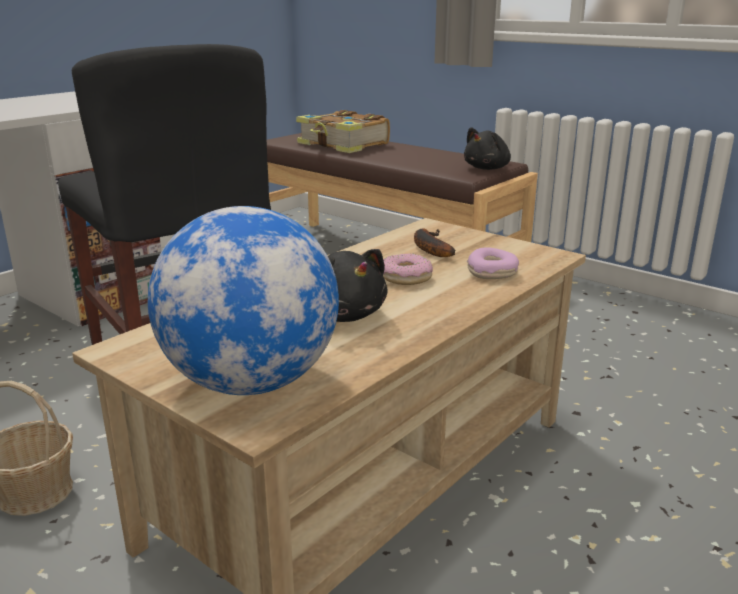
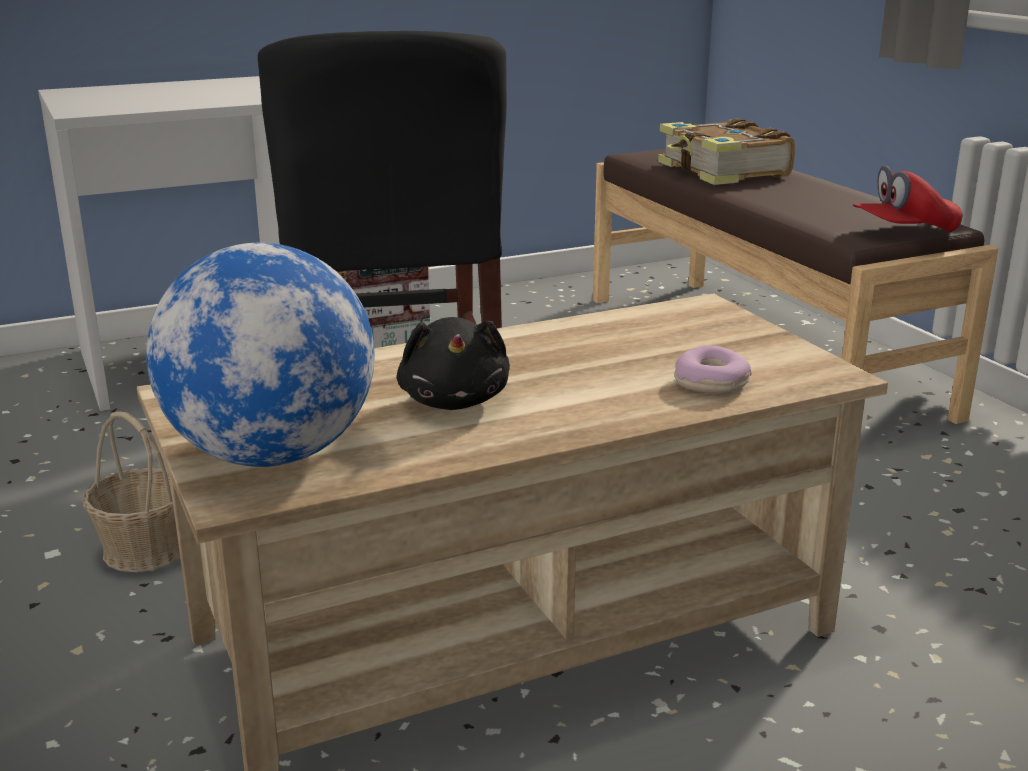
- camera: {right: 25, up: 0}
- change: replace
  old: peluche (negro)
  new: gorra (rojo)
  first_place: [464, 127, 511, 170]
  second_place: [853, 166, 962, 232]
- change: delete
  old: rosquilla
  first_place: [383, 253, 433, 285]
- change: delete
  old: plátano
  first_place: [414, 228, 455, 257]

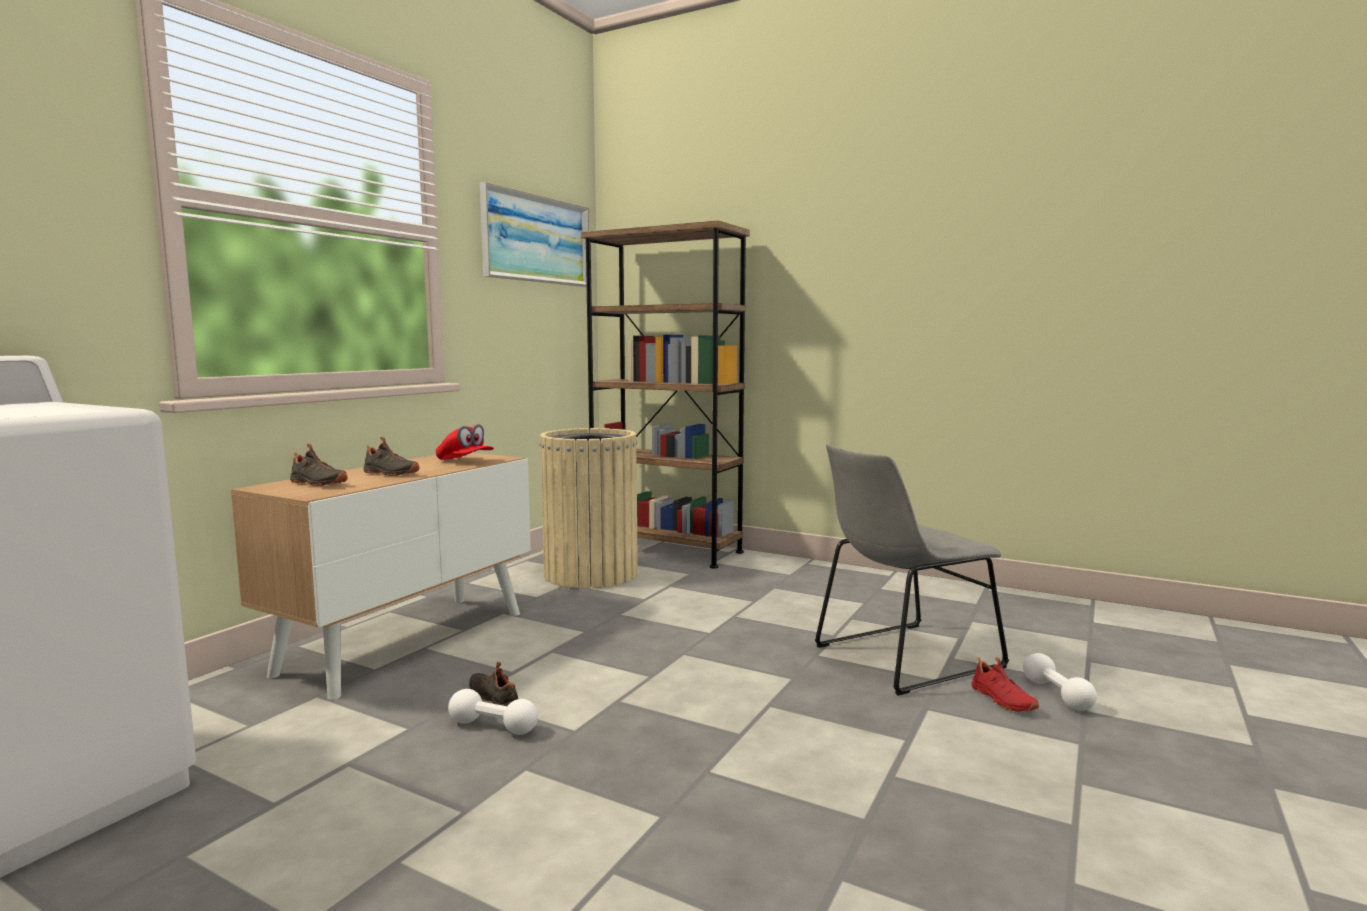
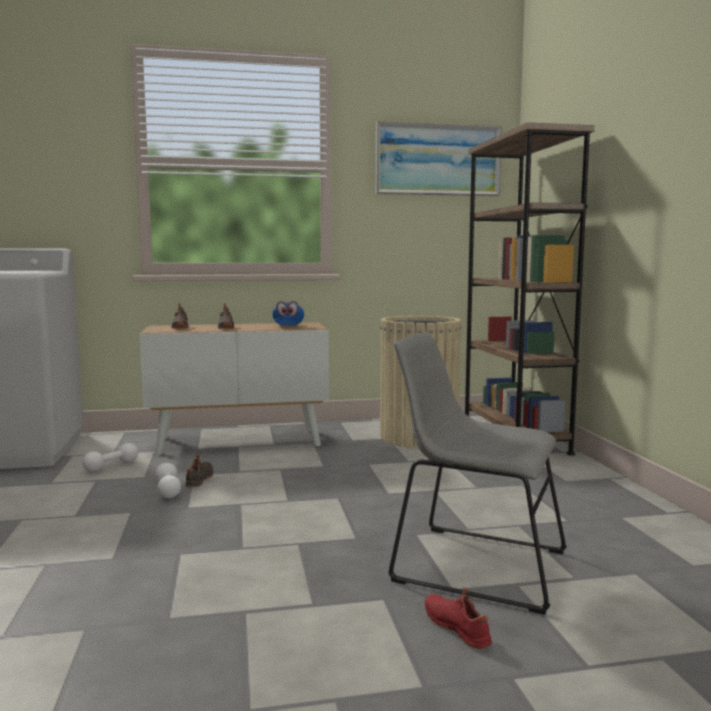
- camera: {right: 50, up: 0}
- change: move
  old: mancuerna (blanco)
  first_place: [1023, 653, 1097, 711]
  second_place: [82, 443, 138, 472]
- change: recolor
  old: gorra (rojo)
  new: gorra (azul)
  first_place: [436, 424, 494, 460]
  second_place: [272, 301, 304, 325]
- change: rotate
  old: zapato (rojo)
  first_place: [971, 657, 1039, 712]
  second_place: [425, 588, 492, 649]
  degrees: 120

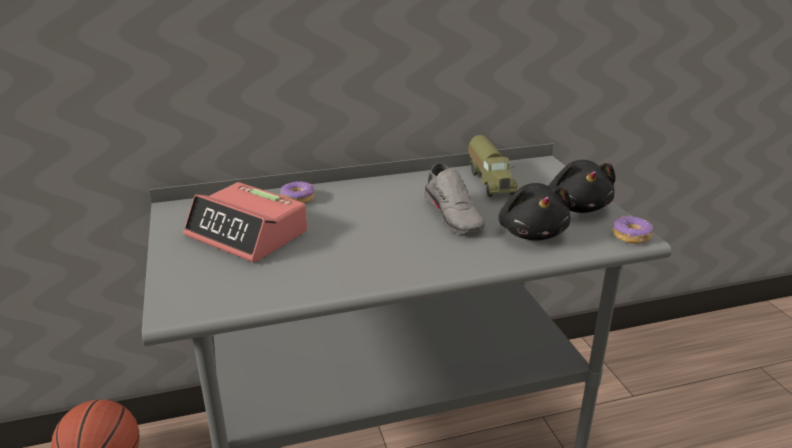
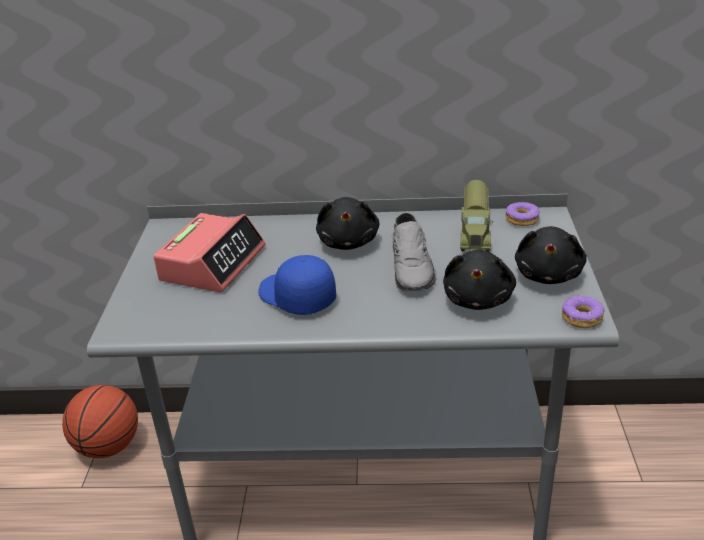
- camera: {right: 20, up: 5}
- change: rotate
  old: despertador
  first_place: [184, 182, 307, 263]
  second_place: [154, 213, 265, 292]
  degrees: -120
- change: insert
  new: gorra (azul)
  second_place: [258, 255, 336, 315]
- change: insert
  new: peluche (negro)
  second_place: [316, 197, 379, 250]
- change: move
  old: rosquilla
  first_place: [280, 181, 314, 204]
  second_place: [506, 202, 539, 226]

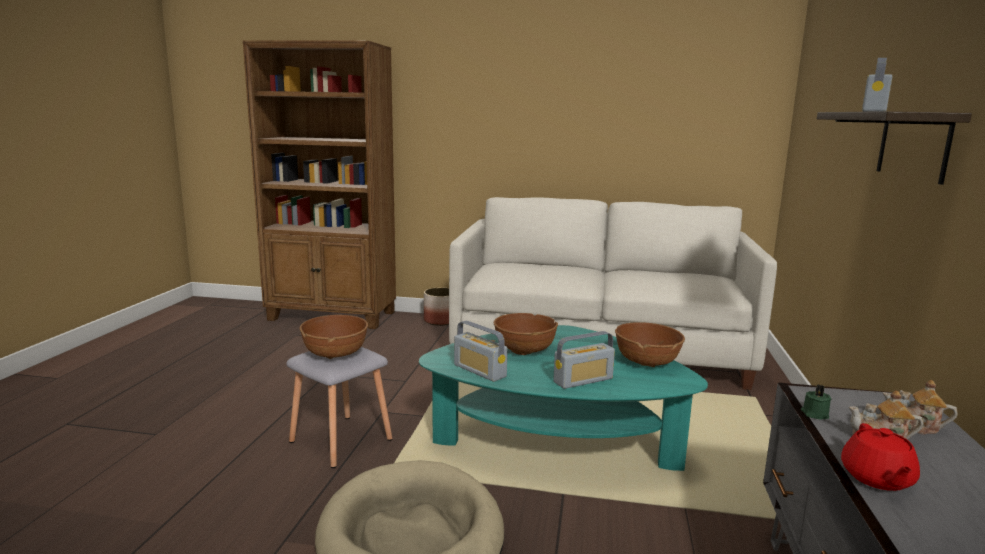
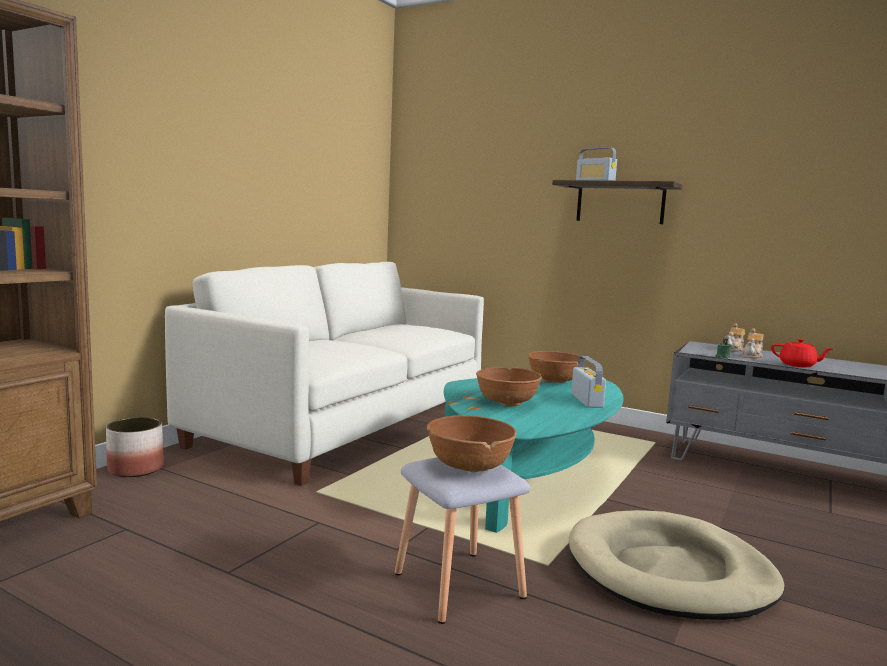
- camera: {right: -70, up: -5}
- change: delete
  old: radio
  first_place: [454, 321, 508, 382]

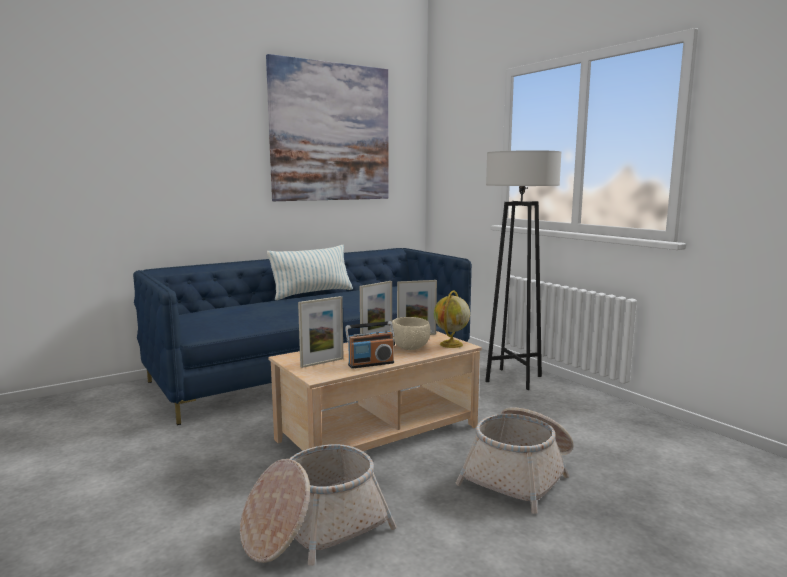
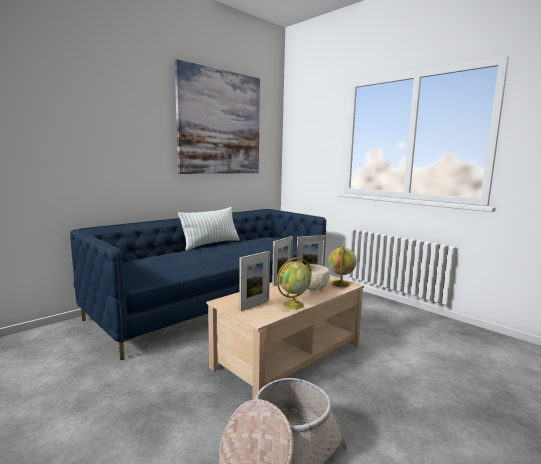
- camera: {right: -10, up: 0}
- change: replace
  old: radio
  new: globo terráqueo
  first_place: [345, 321, 395, 369]
  second_place: [277, 257, 312, 309]
- change: delete
  old: cesta
  first_place: [456, 407, 574, 514]
- change: delete
  old: lámpara de pie (gris)
  first_place: [485, 150, 561, 390]

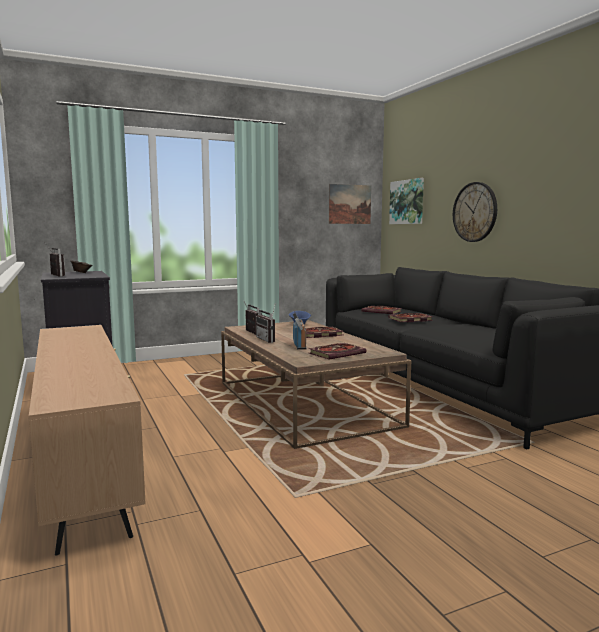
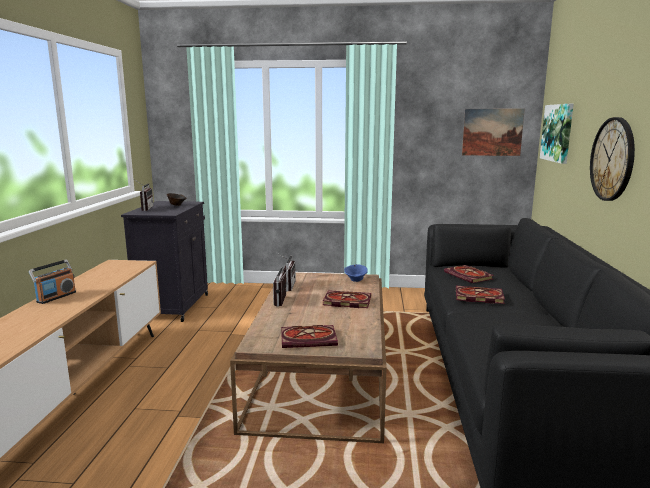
- camera: {right: 30, up: 5}
- change: move
  old: radio
  first_place: [293, 313, 306, 350]
  second_place: [29, 259, 76, 304]

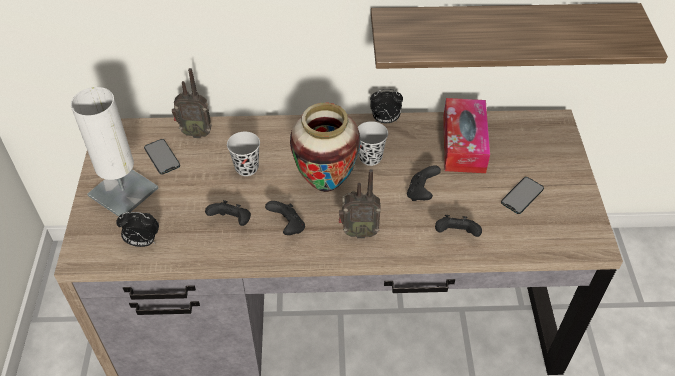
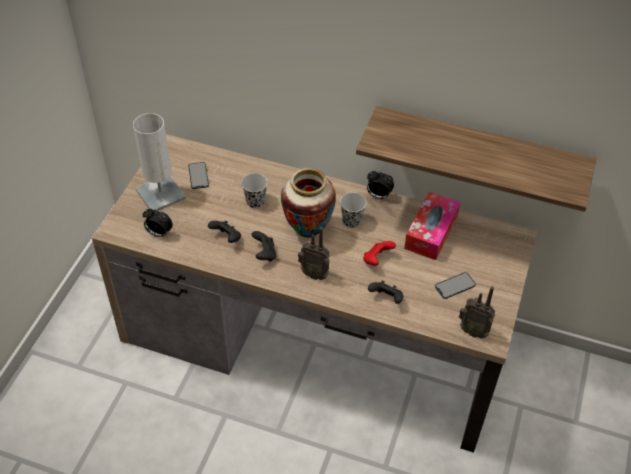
- camera: {right: 20, up: 0}
- change: recolor
  old: mando de consola (negro)
  new: mando de consola (rojo)
  first_place: [407, 165, 441, 201]
  second_place: [363, 241, 396, 266]
- change: move
  old: radio
  first_place: [172, 68, 212, 138]
  second_place: [458, 286, 495, 338]

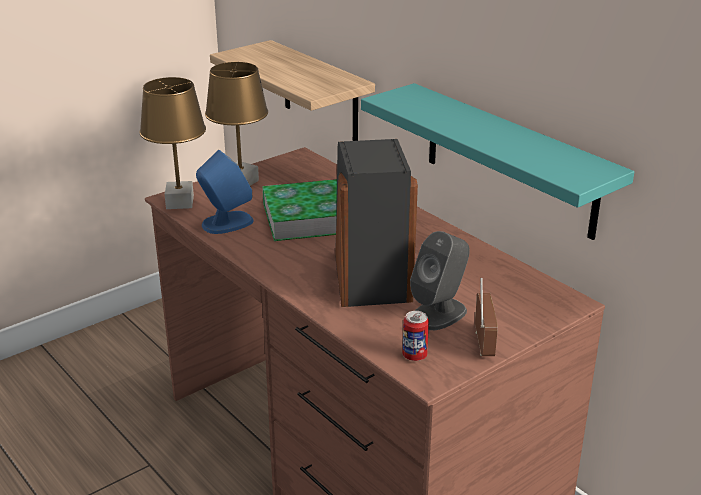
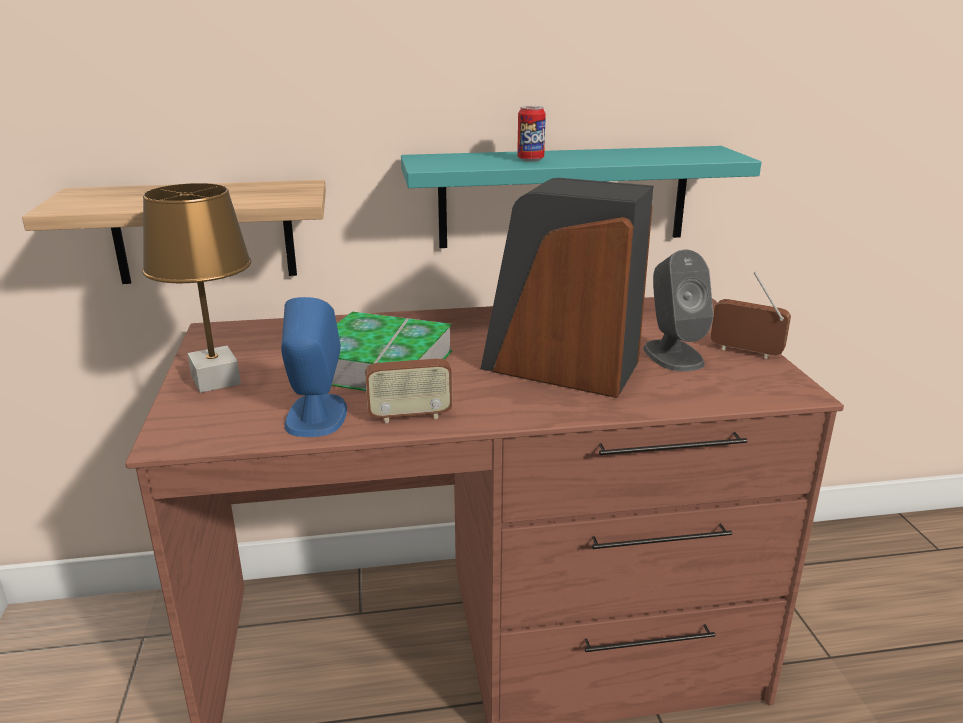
- camera: {right: -60, up: -5}
- change: insert
  new: radio
  second_place: [365, 318, 453, 423]
- change: move
  old: lata
  first_place: [402, 311, 429, 361]
  second_place: [517, 106, 546, 162]
- change: delete
  old: lámpara de mesa (marrón)
  first_place: [140, 77, 206, 209]

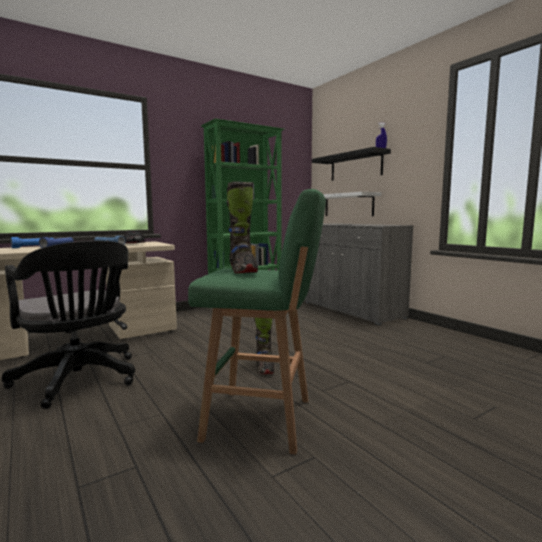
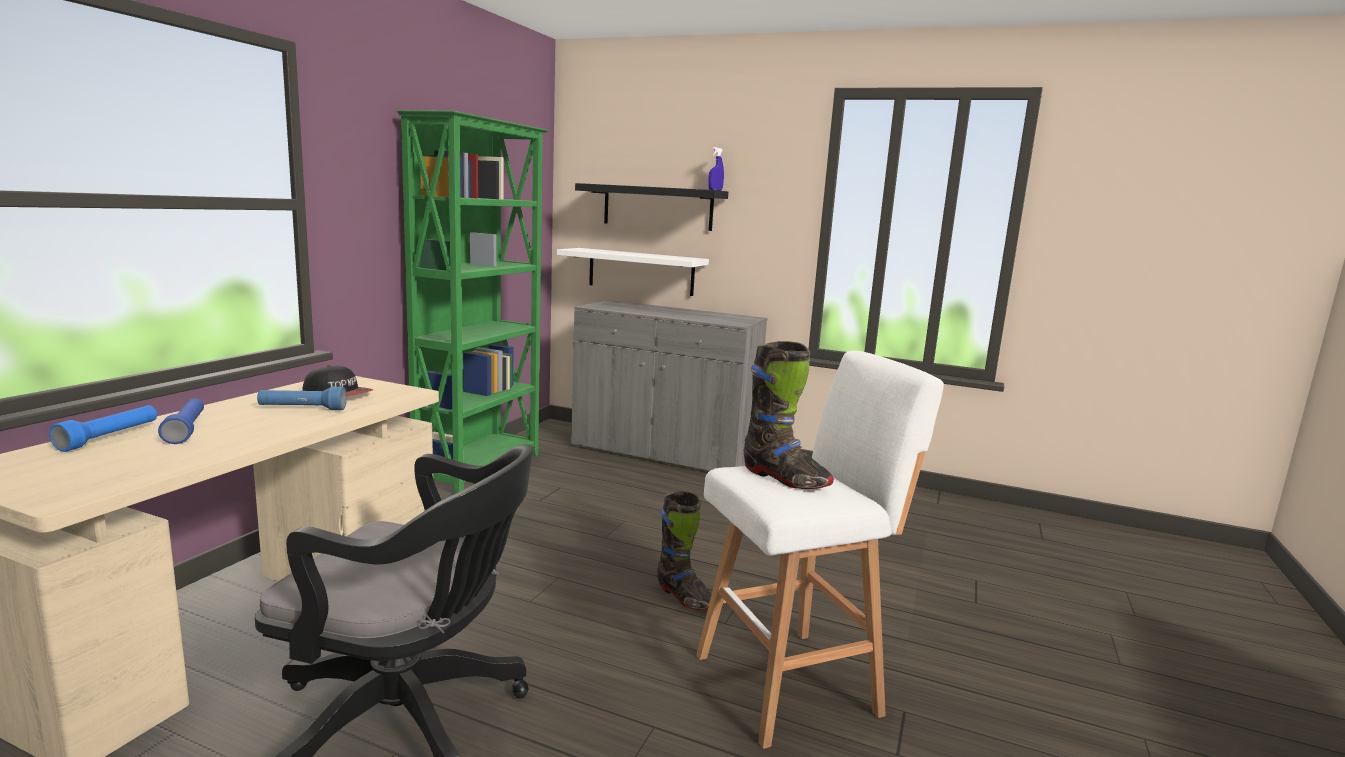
- camera: {right: -35, up: 5}
- change: recolor
  old: taburete (verde)
  new: taburete (blanco)
  first_place: [188, 189, 326, 455]
  second_place: [696, 350, 944, 749]

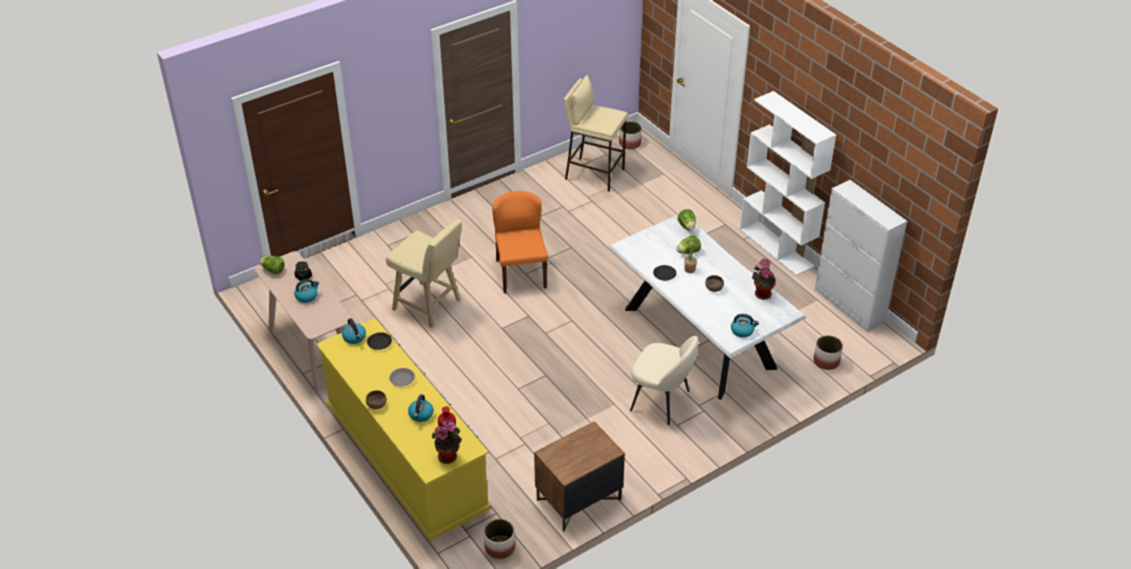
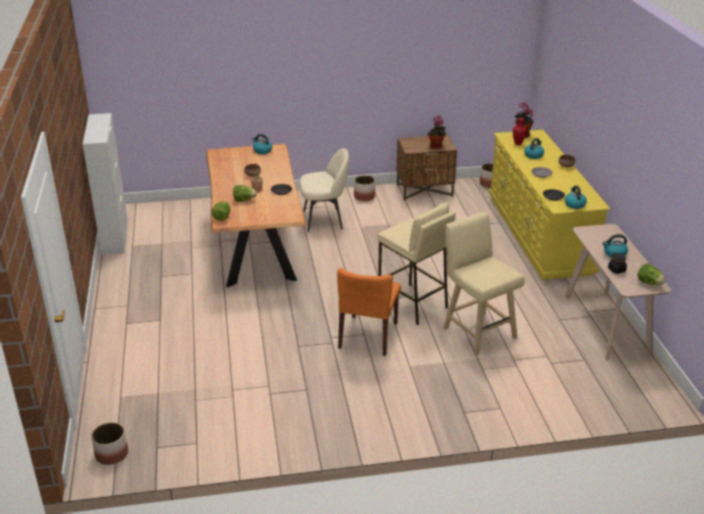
- camera: {right: -155, up: -10}
- change: recolor
  old: mesa de comedor (blanco)
  new: mesa de comedor (marrón)
  first_place: [609, 214, 806, 400]
  second_place: [206, 144, 306, 287]
- change: rotate
  old: silla (beis)
  first_place: [630, 335, 698, 425]
  second_place: [300, 148, 349, 232]
  degrees: 120
- change: move
  old: maceta
  first_place: [813, 335, 843, 370]
  second_place: [354, 175, 375, 201]
- change: move
  old: taburete (beis)
  first_place: [564, 75, 628, 192]
  second_place: [378, 202, 456, 325]
- change: move
  old: planta en maceta
  first_place: [752, 259, 776, 300]
  second_place: [427, 116, 446, 149]
- change: delete
  old: estantería (blanco)
  first_place: [740, 91, 836, 276]

